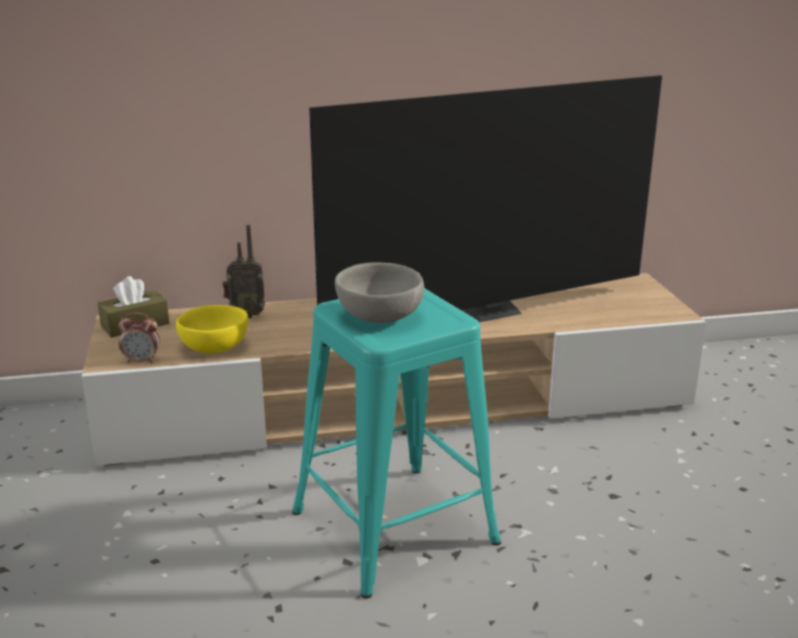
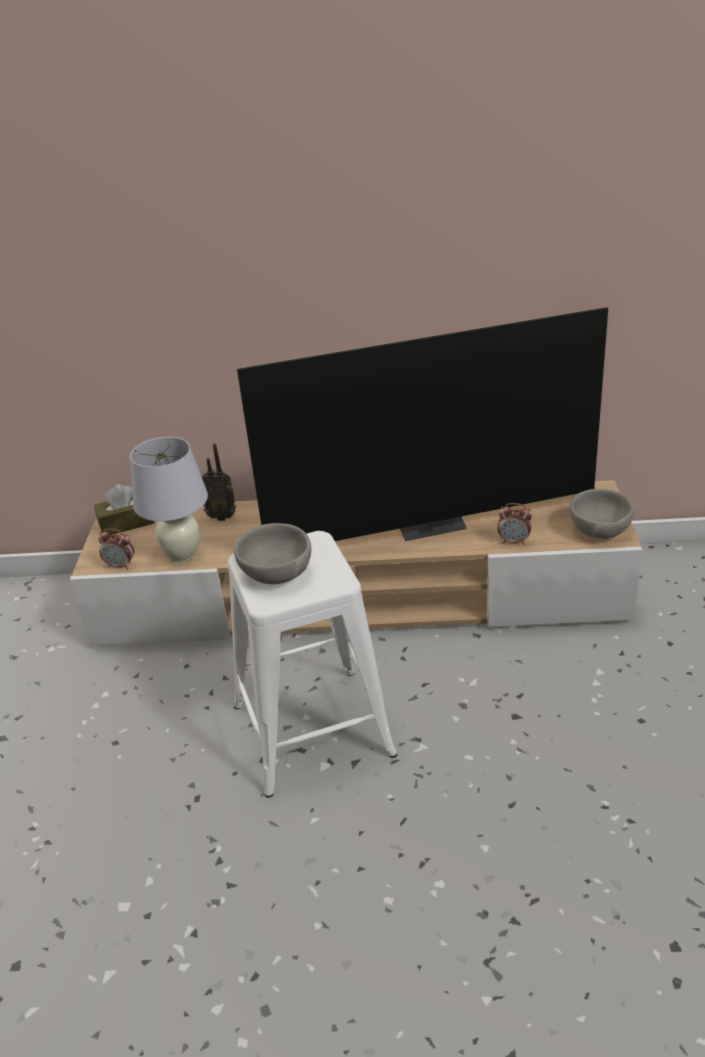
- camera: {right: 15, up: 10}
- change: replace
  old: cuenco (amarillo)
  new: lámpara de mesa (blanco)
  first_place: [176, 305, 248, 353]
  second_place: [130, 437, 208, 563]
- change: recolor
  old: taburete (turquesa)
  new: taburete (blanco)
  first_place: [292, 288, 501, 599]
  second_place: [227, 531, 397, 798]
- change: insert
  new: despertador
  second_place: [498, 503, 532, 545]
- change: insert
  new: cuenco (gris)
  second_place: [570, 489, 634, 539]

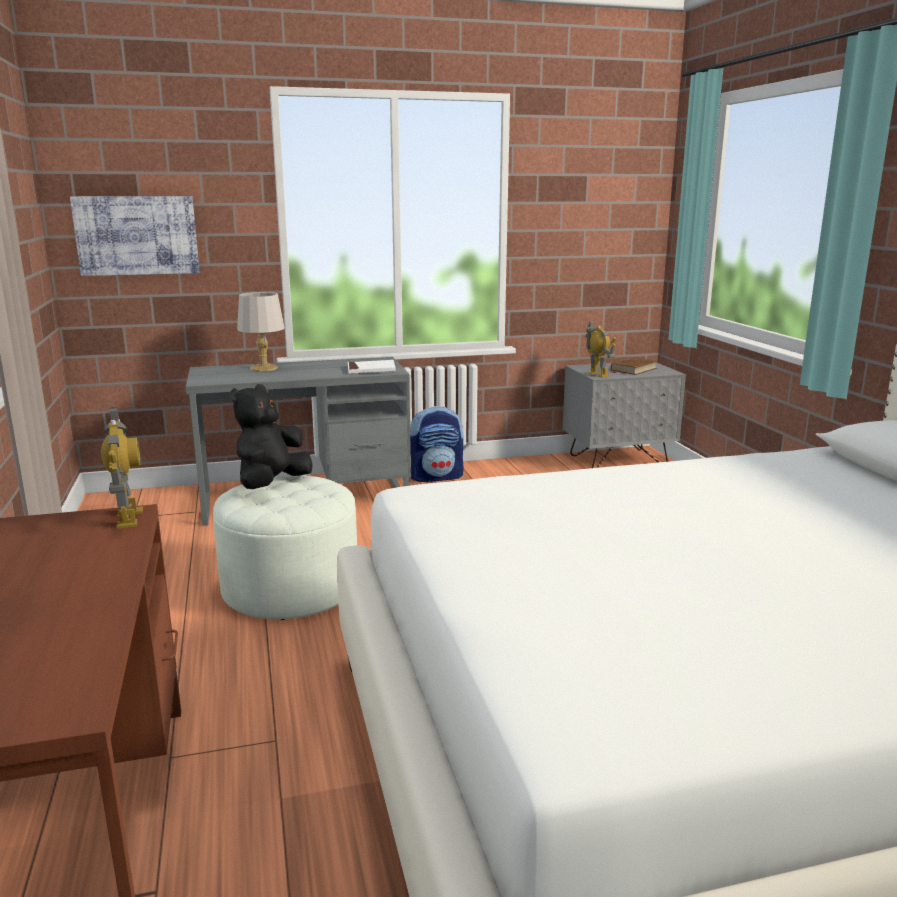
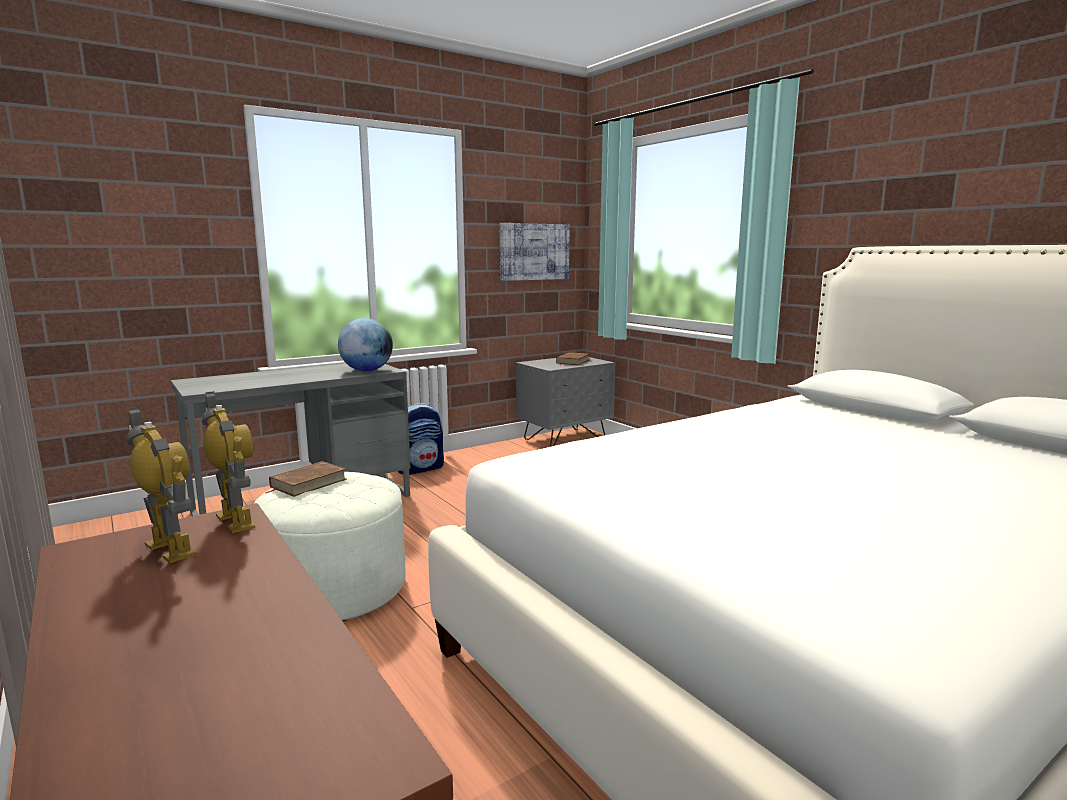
- camera: {right: -20, up: -5}
- change: move
  old: robot de juguete
  first_place: [586, 321, 616, 378]
  second_place: [127, 407, 196, 563]
- change: replace
  old: peluche (negro)
  new: libro (marrón)
  first_place: [230, 384, 313, 489]
  second_place: [264, 461, 347, 497]
- change: replace
  old: libro (blanco)
  new: globo terráqueo
  first_place: [348, 360, 396, 374]
  second_place: [338, 318, 393, 371]
- change: move
  old: cuadro
  first_place: [70, 196, 199, 276]
  second_place: [500, 223, 570, 281]
- change: delete
  old: lámpara de mesa (gris)
  first_place: [237, 292, 285, 372]

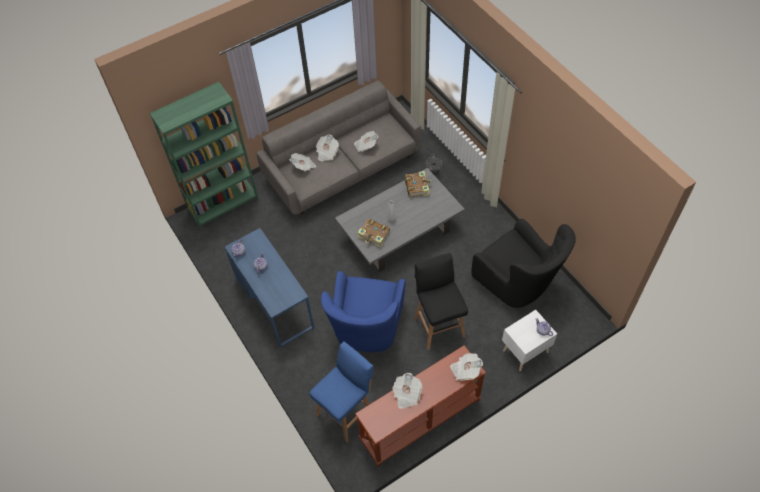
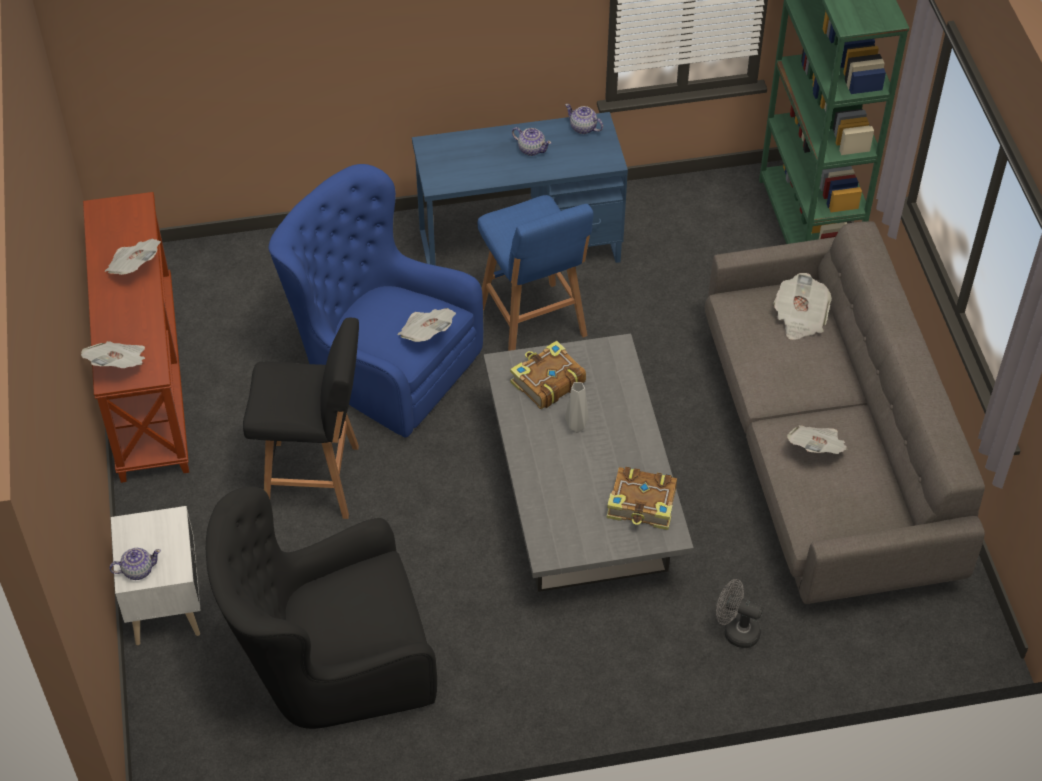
- camera: {right: 110, up: -5}
- change: move
  old: periódico
  first_place: [316, 134, 339, 161]
  second_place: [397, 308, 456, 342]
- change: move
  old: taburete (azul)
  first_place: [309, 341, 373, 443]
  second_place: [478, 195, 593, 351]

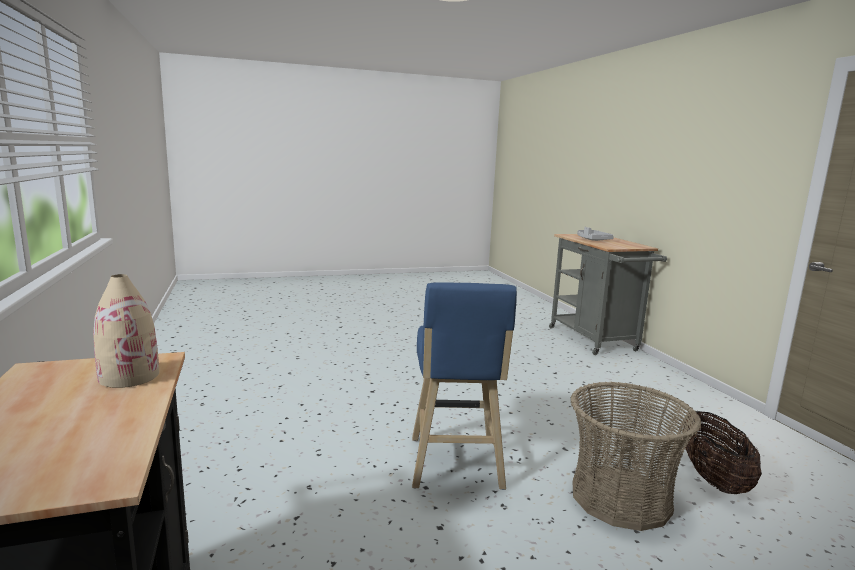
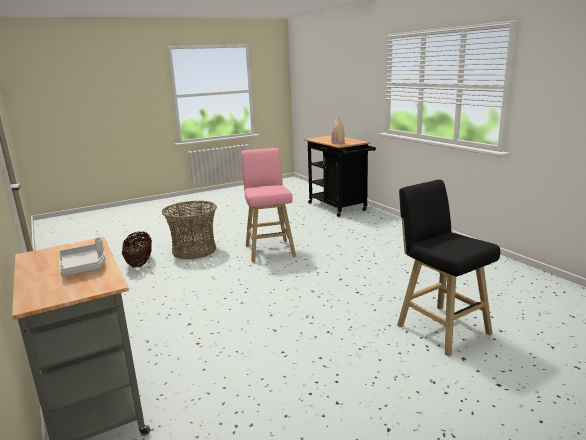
- camera: {right: 170, up: 5}
- change: recolor
  old: taburete (azul)
  new: taburete (rosa)
  first_place: [412, 282, 517, 490]
  second_place: [241, 148, 296, 262]
- change: insert
  new: taburete (negro)
  second_place: [397, 180, 500, 357]

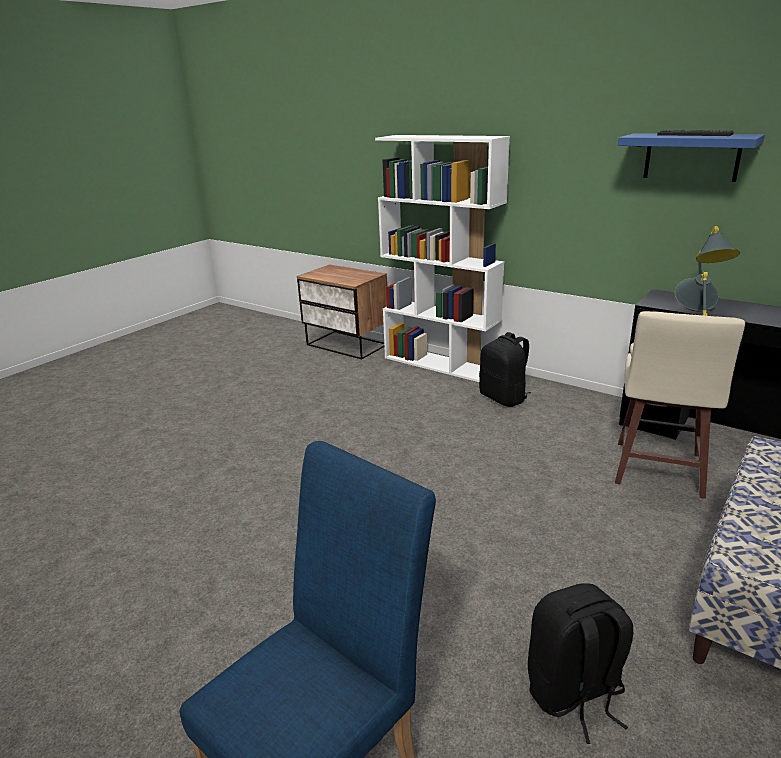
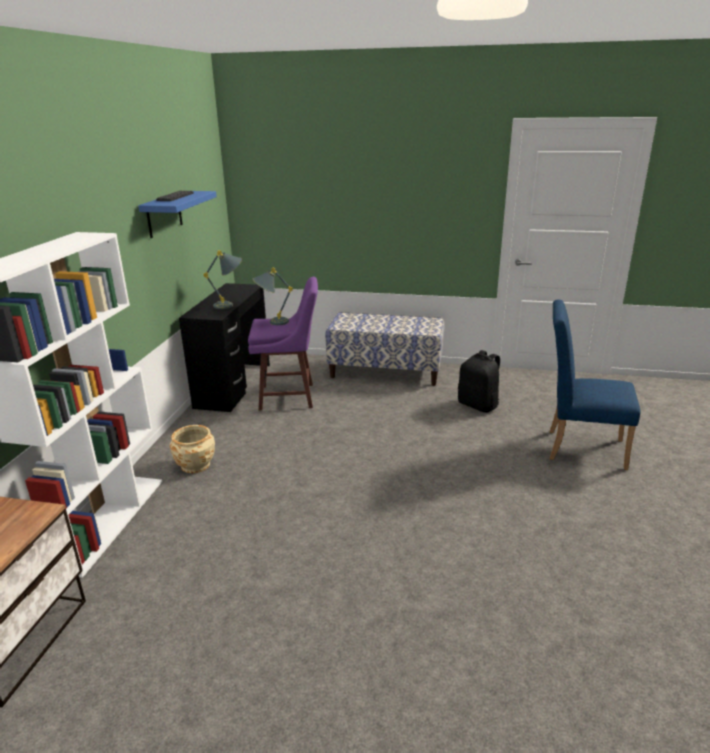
- camera: {right: -115, up: 0}
- change: replace
  old: mochila (negro)
  new: maceta (beis)
  first_place: [479, 332, 531, 407]
  second_place: [170, 425, 215, 473]
- change: recolor
  old: taburete (beis)
  new: taburete (morado)
  first_place: [615, 311, 745, 499]
  second_place: [248, 277, 318, 410]

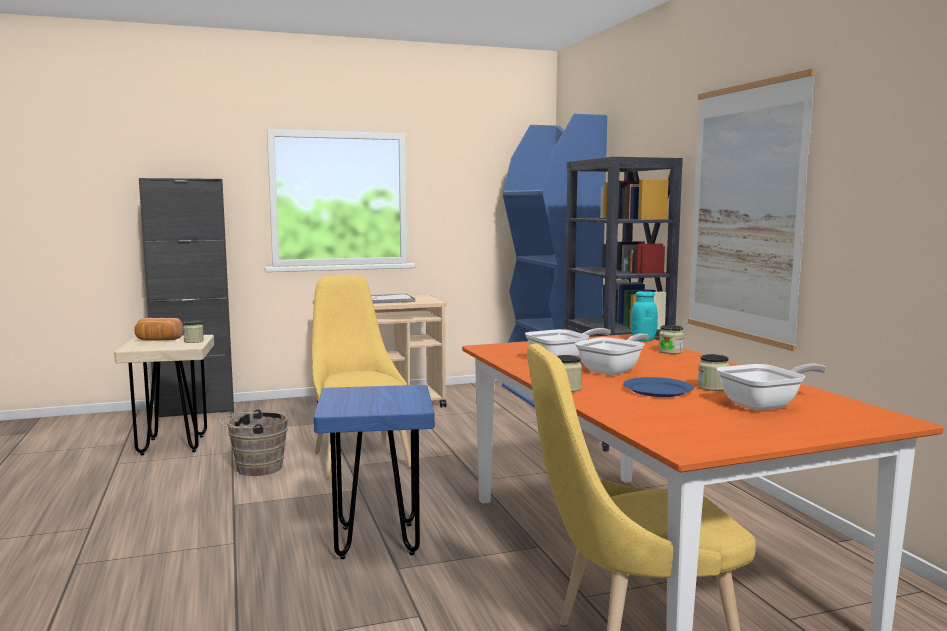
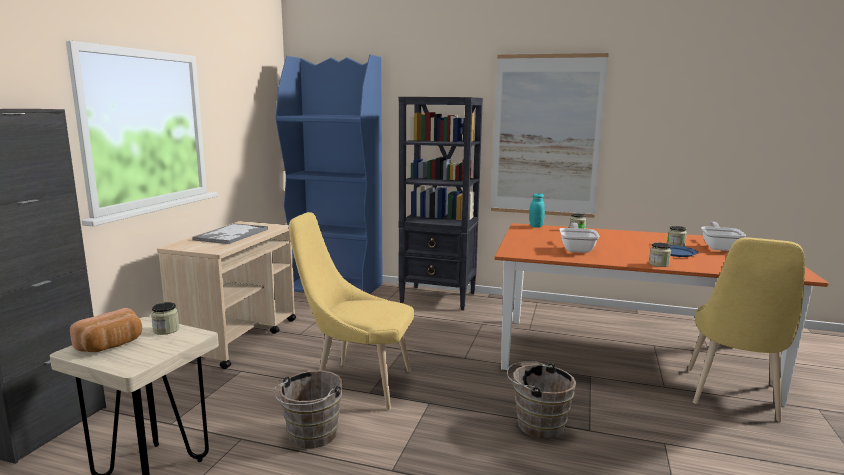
- camera: {right: -55, up: 5}
- change: replace
  old: taburete (azul)
  new: cubo (marrón)
  first_place: [314, 385, 435, 559]
  second_place: [507, 361, 576, 439]
- change: delete
  old: sartén
  first_place: [575, 333, 649, 375]

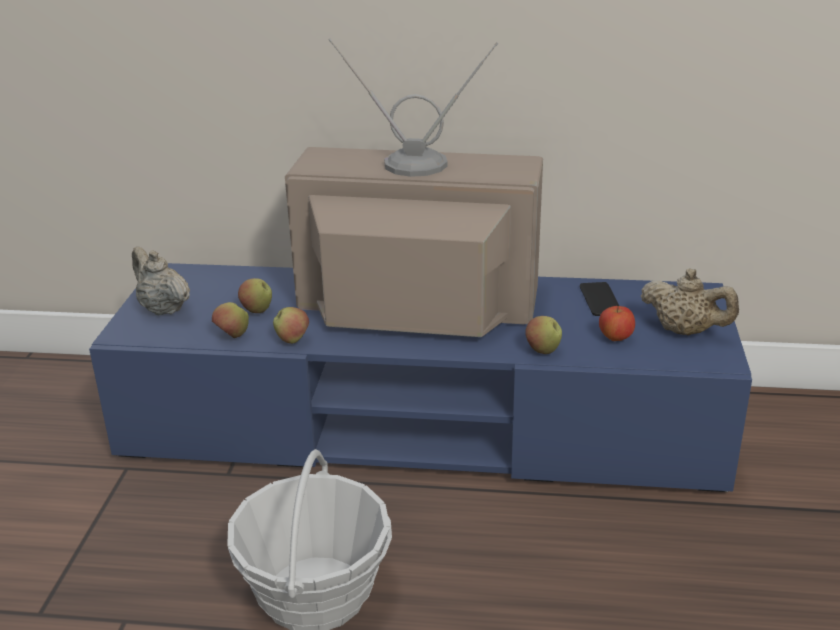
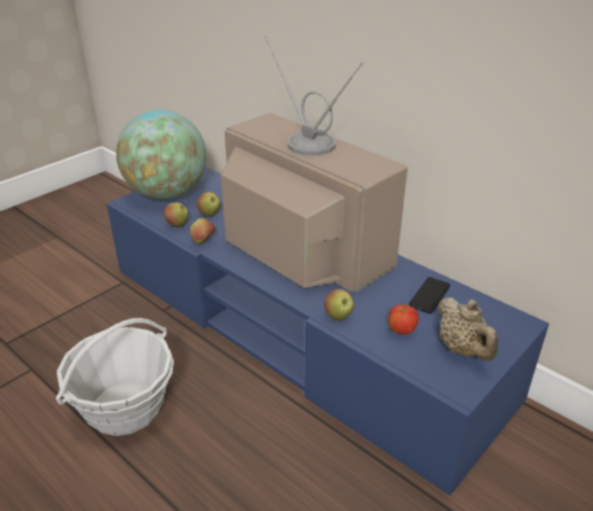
- camera: {right: 35, up: 5}
- change: replace
  old: tetera (beis)
  new: globo terráqueo
  first_place: [132, 247, 190, 315]
  second_place: [116, 110, 207, 199]

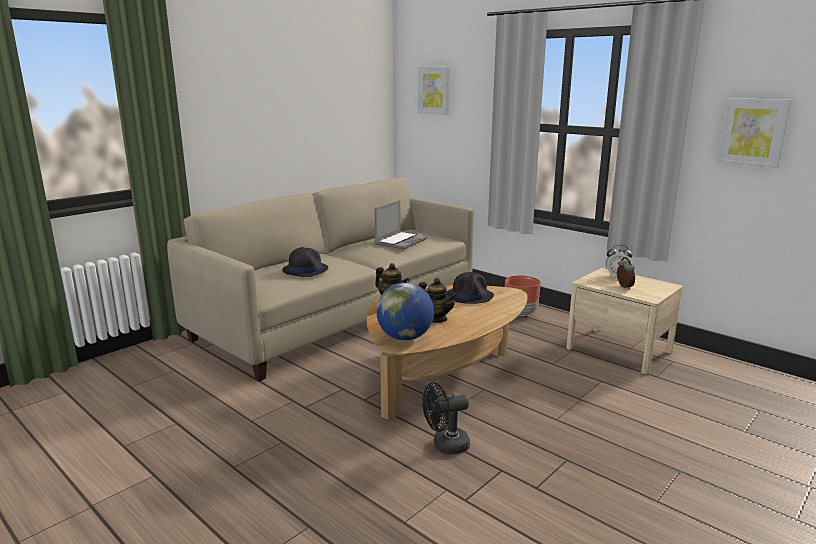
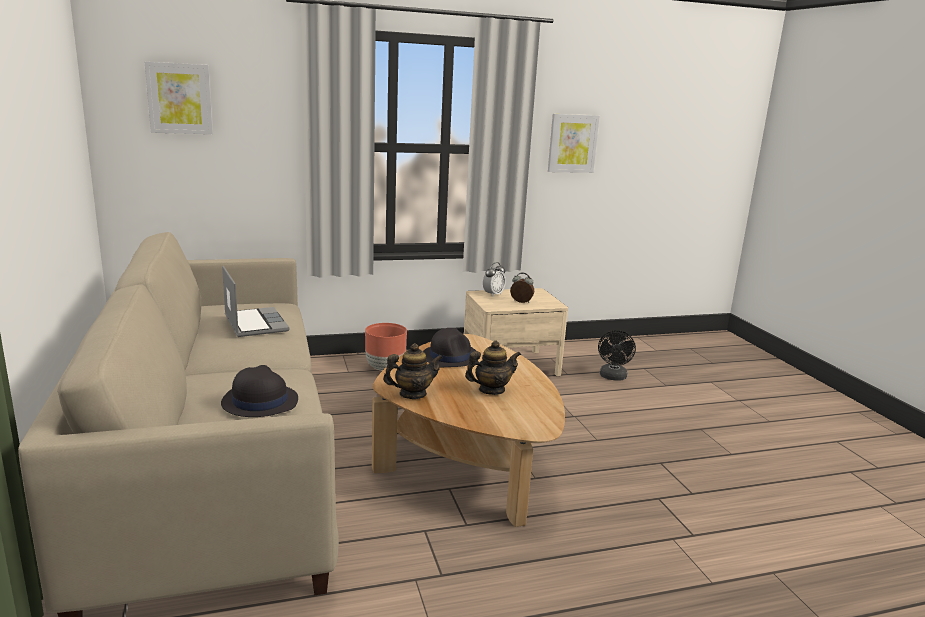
- camera: {right: -60, up: 0}
- change: move
  old: ventilador (negro)
  first_place: [422, 382, 470, 455]
  second_place: [598, 330, 636, 381]
- change: delete
  old: globo terráqueo
  first_place: [376, 283, 434, 340]

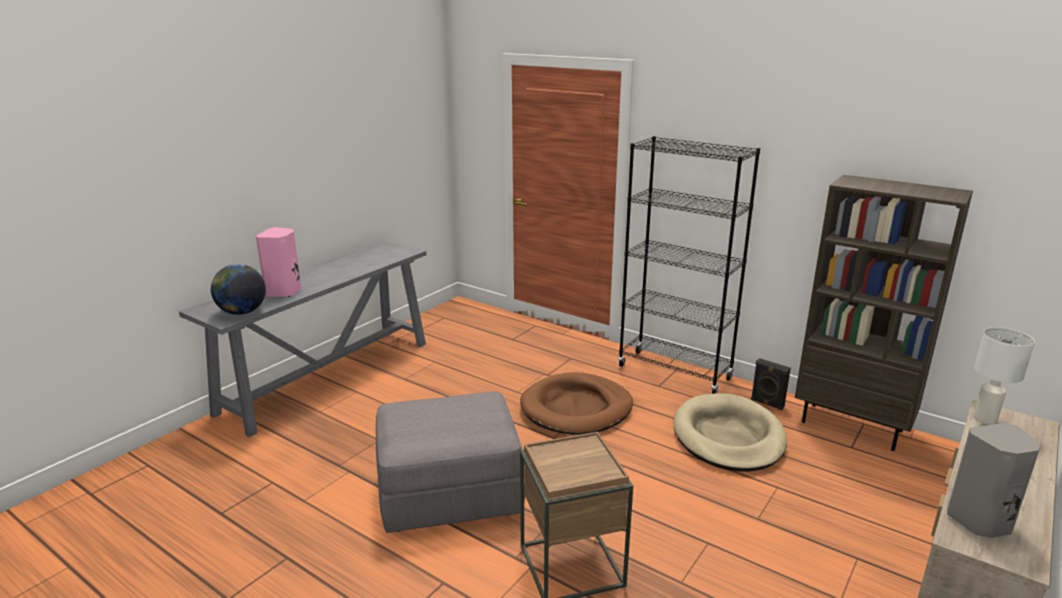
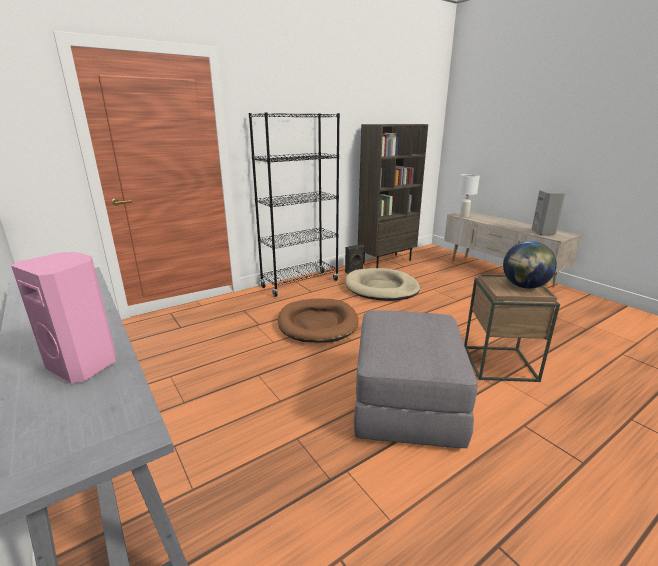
- camera: {right: -70, up: 0}
- change: move
  old: globo terráqueo
  first_place: [211, 264, 266, 315]
  second_place: [503, 241, 557, 289]

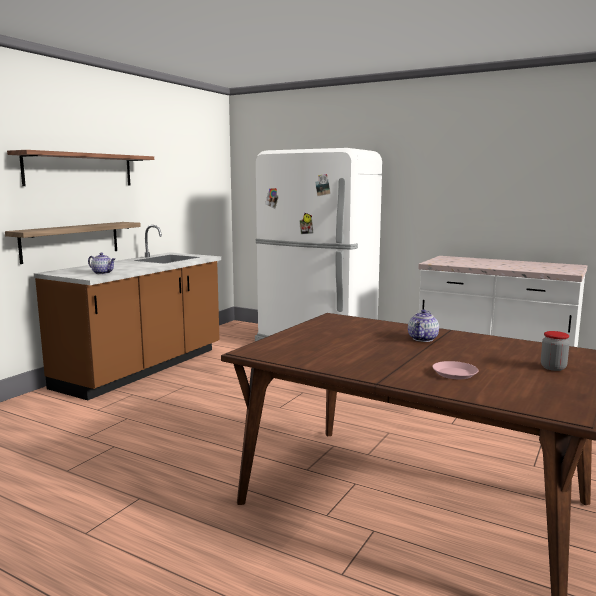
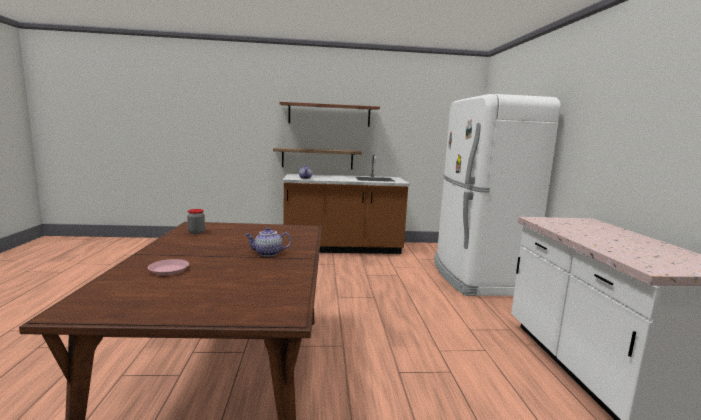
- camera: {right: 55, up: 0}
- change: move
  old: tarro
  first_place: [541, 331, 570, 371]
  second_place: [187, 209, 205, 234]

